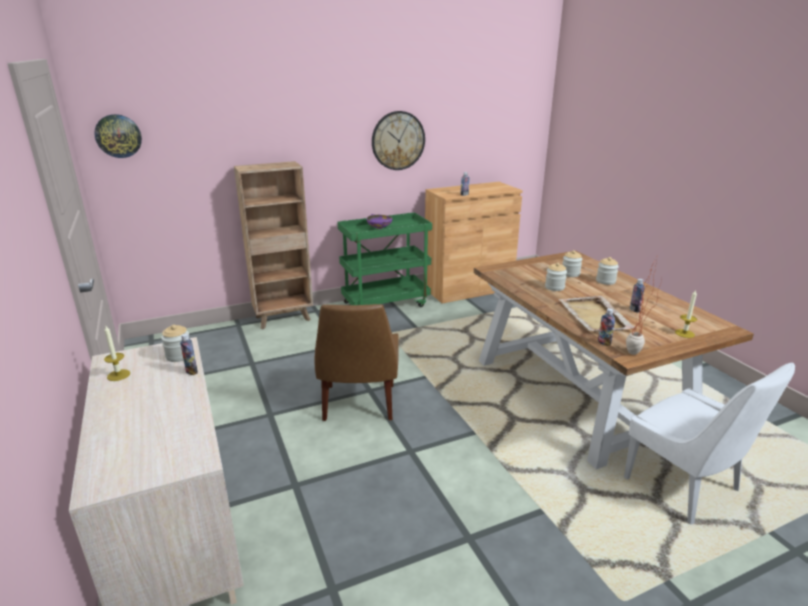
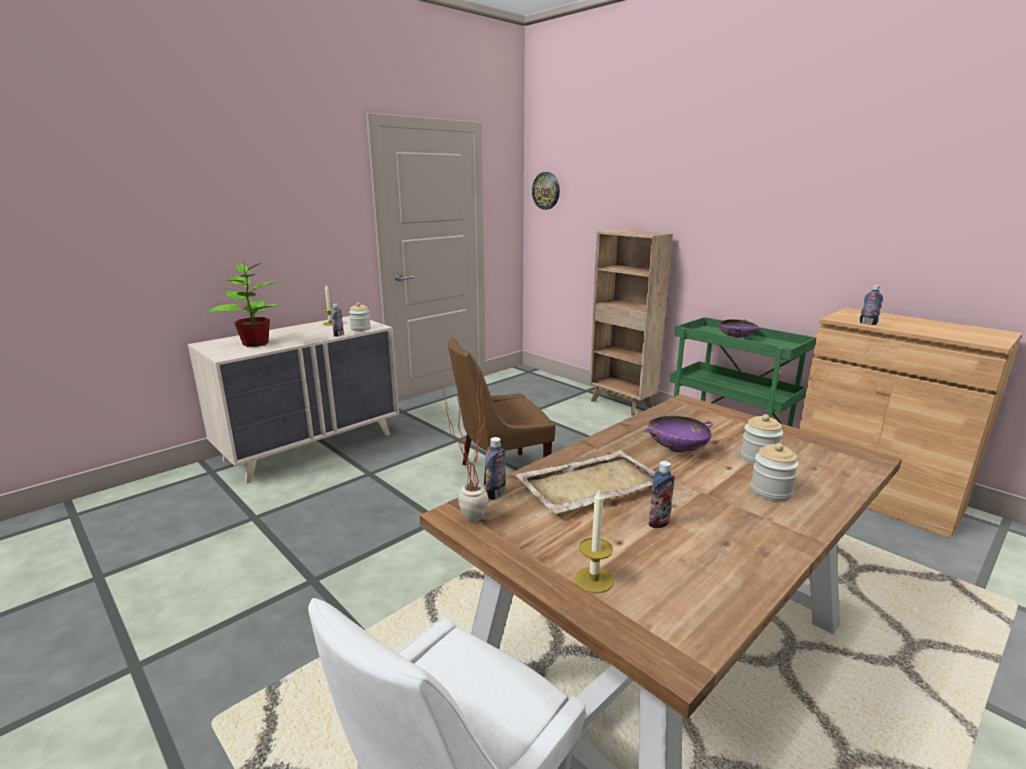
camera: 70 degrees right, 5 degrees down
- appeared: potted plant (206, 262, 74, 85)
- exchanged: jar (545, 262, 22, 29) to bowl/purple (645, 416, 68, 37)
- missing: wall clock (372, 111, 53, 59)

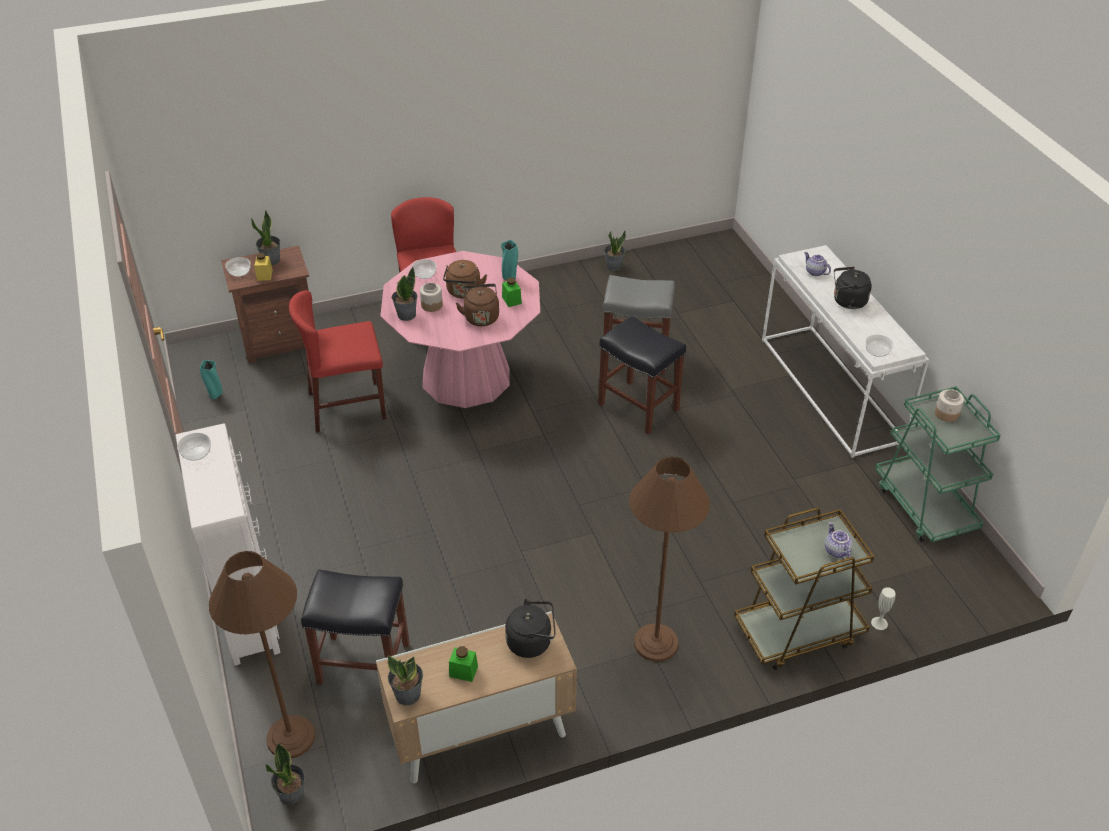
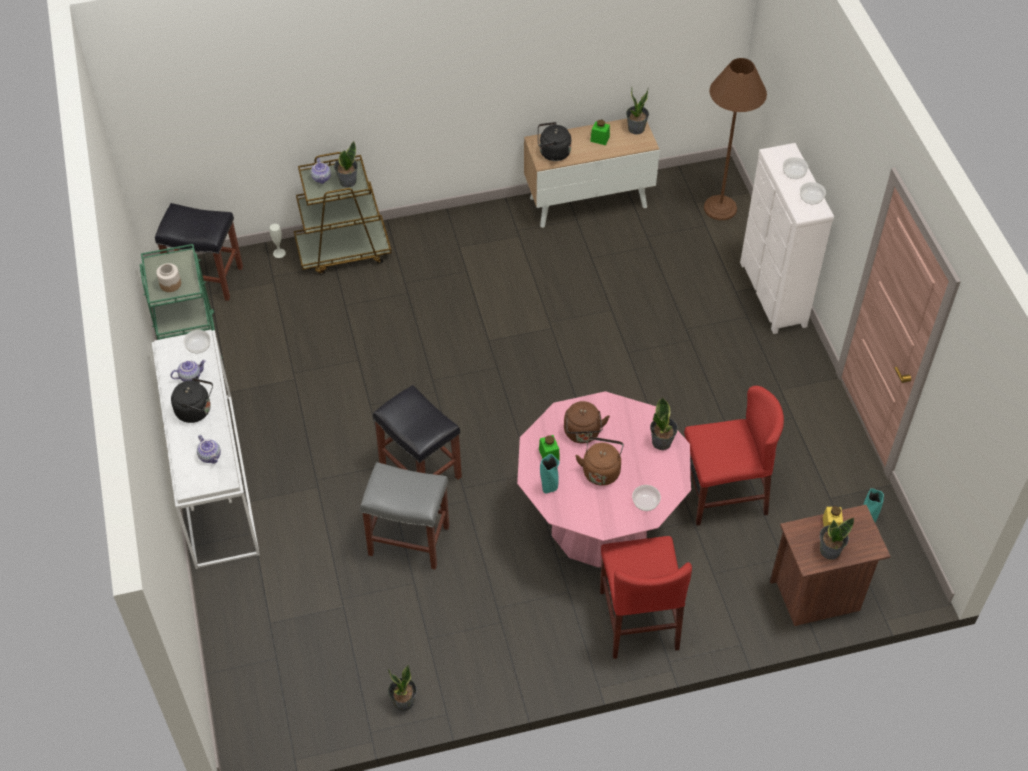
camera: 175 degrees left, 10 degrees up
- relocated: stool/black (301, 569, 109, 116) to (155, 203, 88, 98)
- appeared: teapot (170, 360, 36, 21)
- relocated: potted plant (266, 743, 39, 63) to (334, 141, 24, 47)
- relocated: bowl (225, 257, 26, 20) to (783, 157, 25, 22)
- missing: jar (420, 283, 23, 29)
- missing: floor lamp/brown (629, 457, 81, 205)

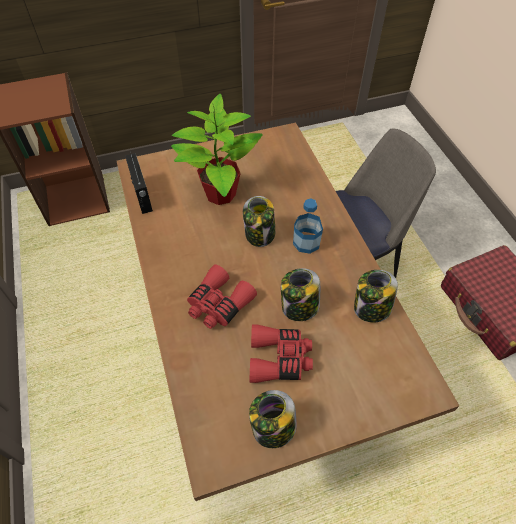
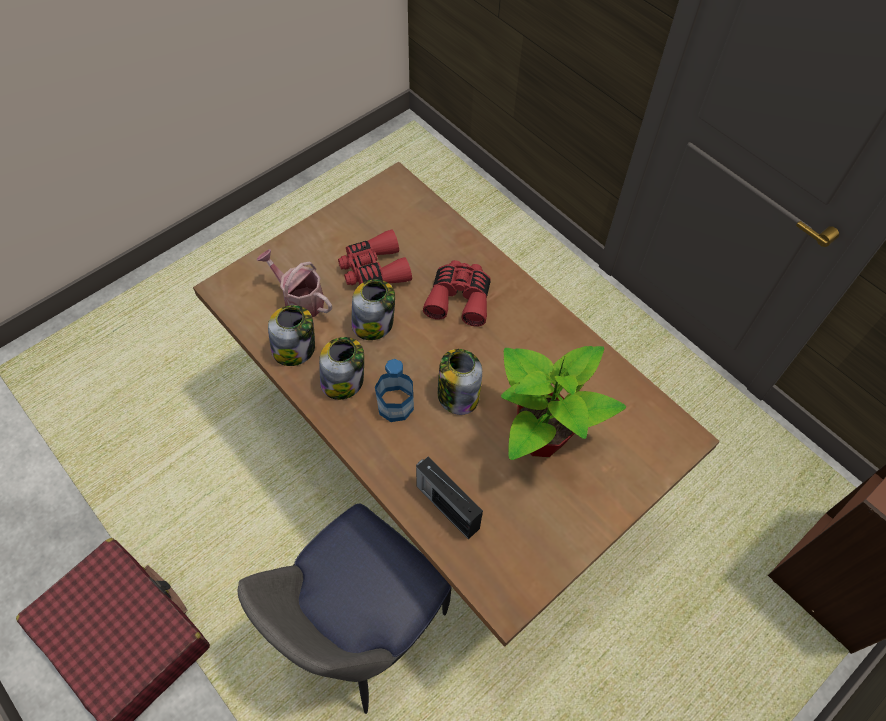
camera: 155 degrees right, 5 degrees up
- appeared: watering can (257, 249, 75, 68)
- relocated: jar (249, 390, 48, 58) to (319, 337, 45, 63)
- relocated: radio (125, 152, 28, 62) to (416, 457, 67, 82)

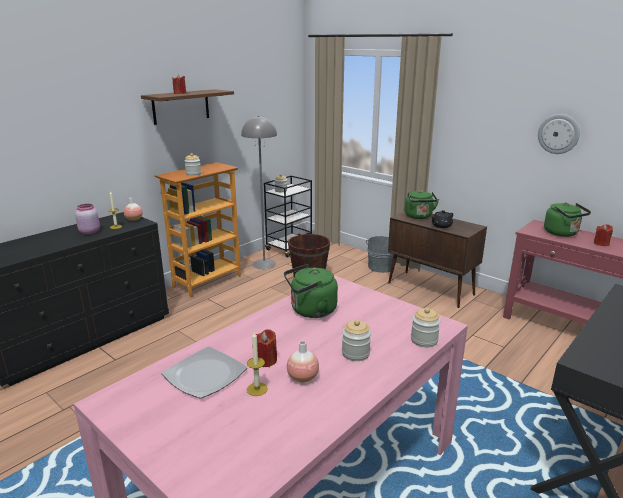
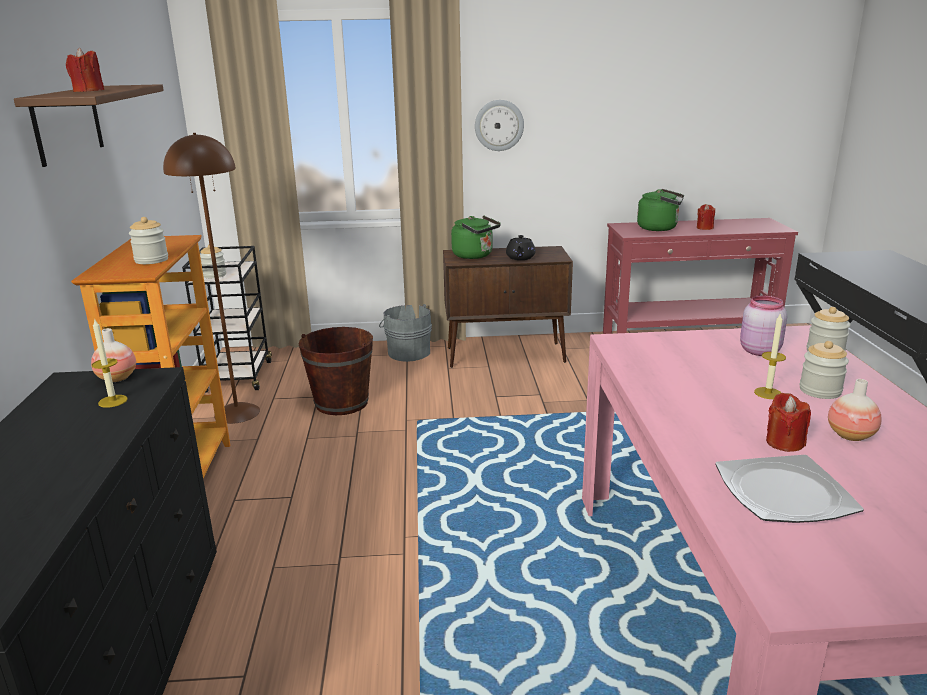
camera: 45 degrees left, 0 degrees up
- colour: floor lamp/grey (241, 116, 36, 153) to floor lamp/brown (163, 133, 97, 291)
- relocated: wall clock (538, 114, 42, 40) to (475, 100, 49, 51)
- relocated: jar/pink (75, 204, 25, 30) to (740, 296, 47, 60)
- relocated: candle (247, 332, 21, 64) to (754, 313, 32, 86)
- missing: kettle/green (284, 264, 54, 54)

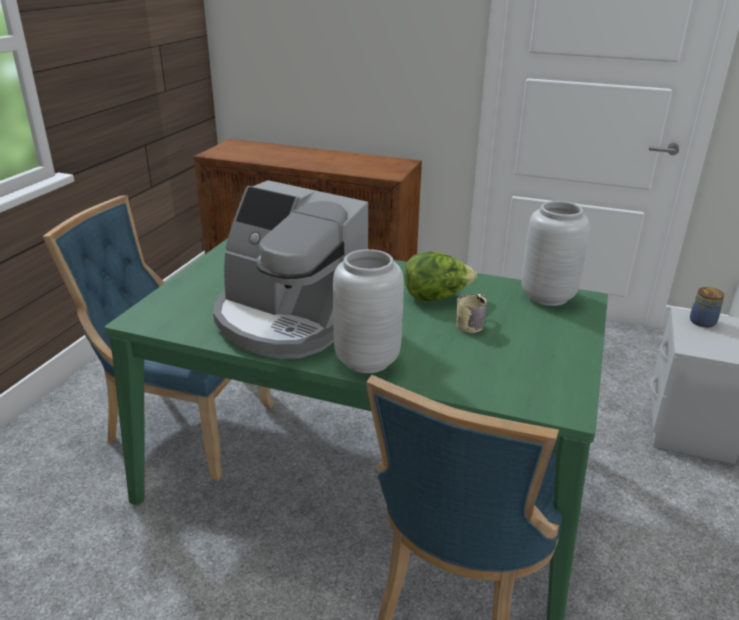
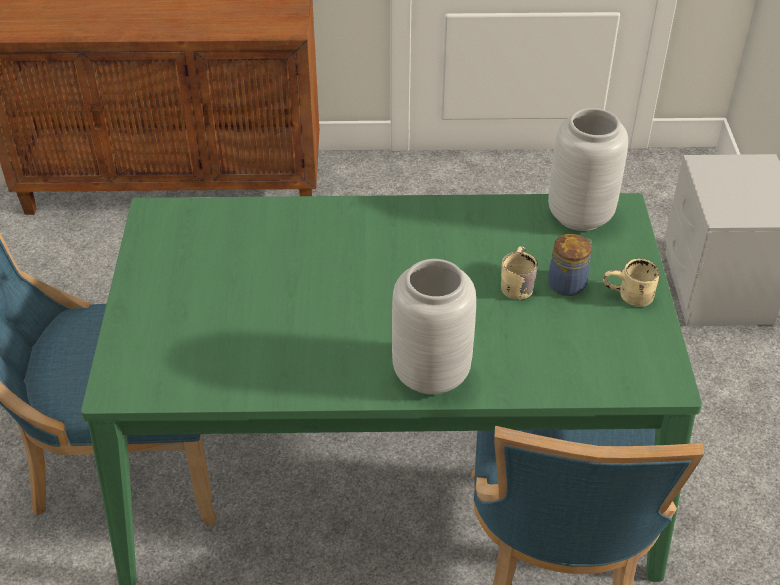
camera: 20 degrees left, 15 degrees up
- relocated: jar (690, 287, 35, 41) to (548, 234, 44, 62)
- appeared: mug/beige (603, 258, 56, 49)
- missing: coffee machine (213, 180, 155, 179)
- missing: lettuce (405, 252, 72, 49)

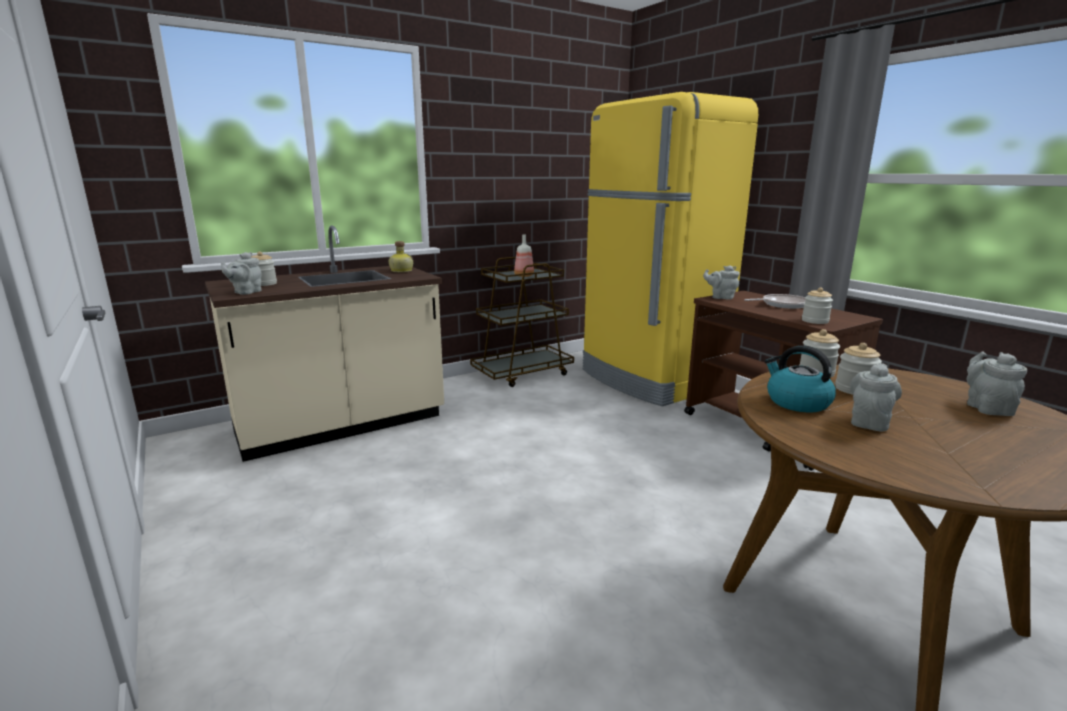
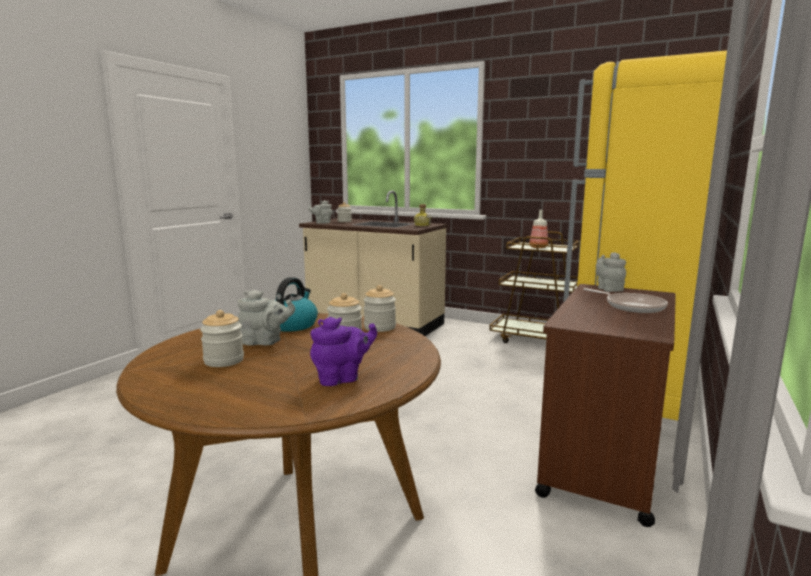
camera: 60 degrees right, 5 degrees down
- relocated: jar (802, 287, 31, 37) to (200, 310, 44, 57)
- colour: teapot/grey (966, 351, 61, 65) to teapot/purple (310, 317, 67, 69)

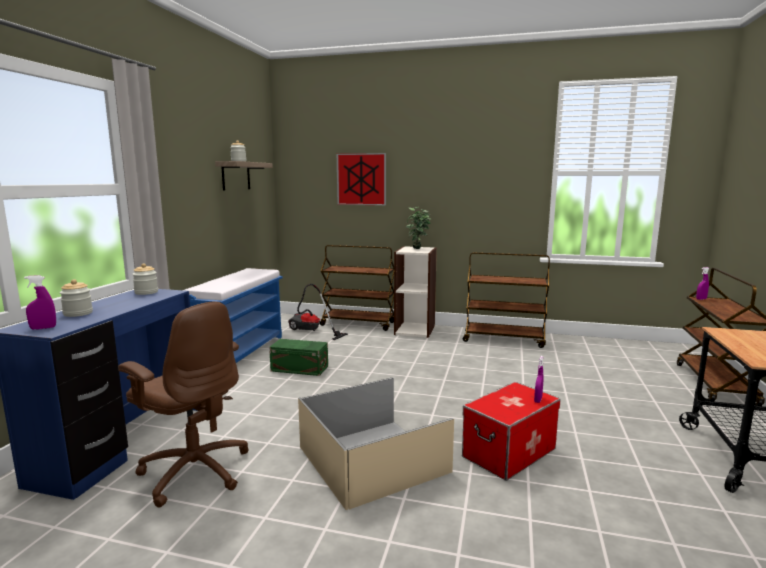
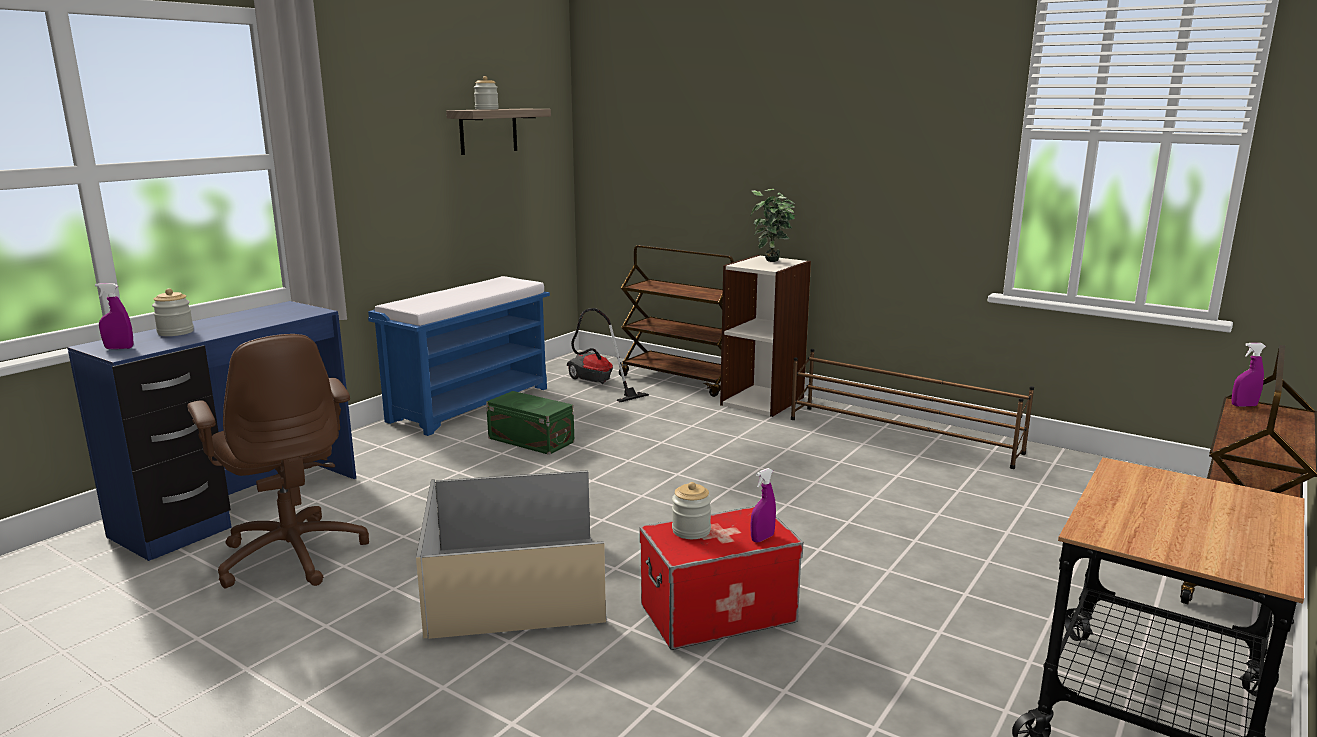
camera: 20 degrees right, 5 degrees up
- relocated: jar (132, 263, 26, 32) to (672, 482, 40, 57)
- exchanged: cart/brown (463, 252, 87, 96) to shoe rack/brown (791, 349, 243, 120)
- missing: picture (337, 153, 49, 52)

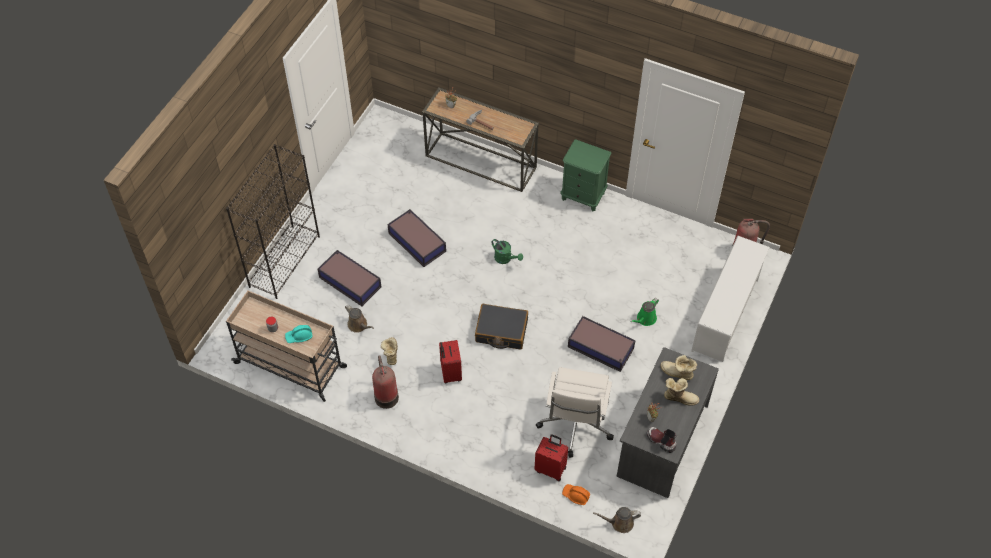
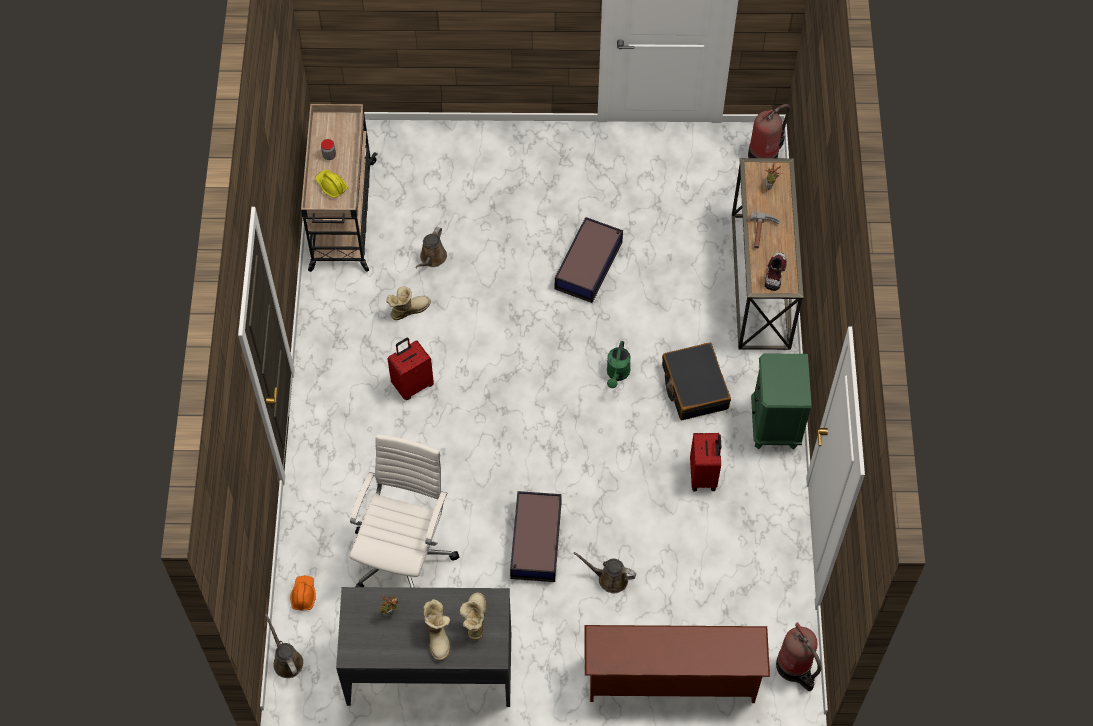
camera: 65 degrees right, 5 degrees up
- colour: hard hat/turquoise (285, 325, 27, 18) to hard hat/yellow (315, 170, 33, 28)
- spun: office chair/white (536, 367, 78, 91) = (350, 434, 109, 154) 120 degrees clockwise
- colour: watering can/green (631, 298, 28, 28) to watering can/brown (573, 552, 63, 41)
- colour: shoe rack/white (691, 236, 79, 126) to shoe rack/brown (585, 625, 185, 78)
- relocated: suitcase/black (475, 304, 53, 45) to (662, 343, 69, 77)
- relocated: suitcase/red (534, 434, 34, 47) to (690, 433, 32, 58)
- relocated: fire extinguisher (372, 355, 27, 54) to (748, 104, 42, 54)
- relocated: boot (647, 427, 30, 26) to (765, 252, 21, 39)
- missing: bookcase/black (226, 144, 94, 155)
- missing: storage box (318, 250, 63, 56)

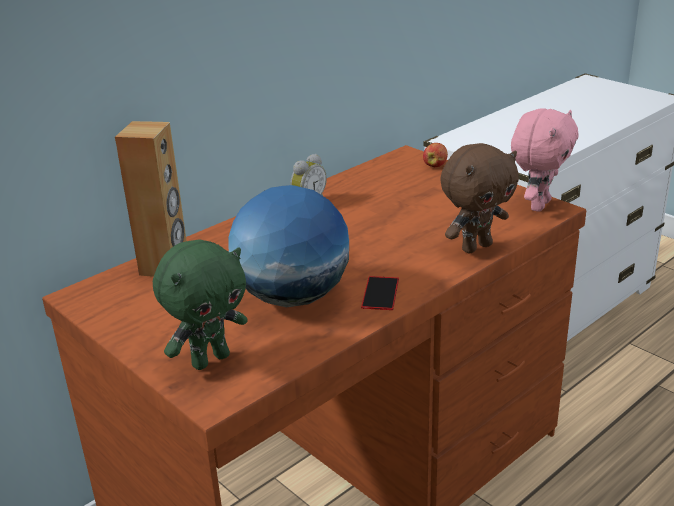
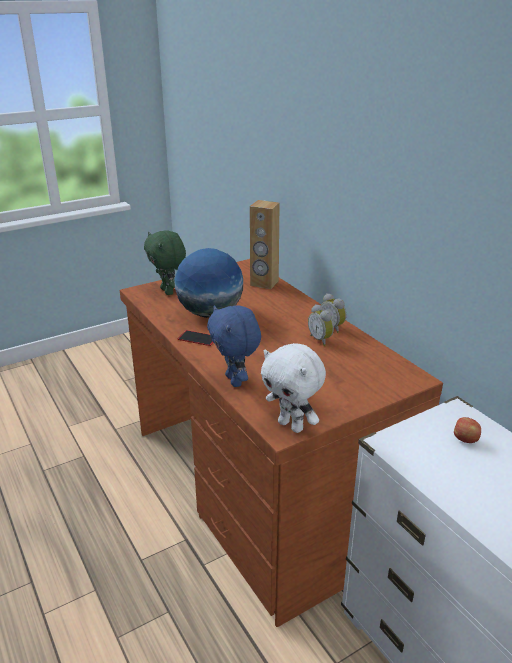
camera: 100 degrees right, 0 degrees up
- colour: plush toy/brown (440, 143, 79, 110) to plush toy/blue (207, 305, 54, 82)
- colour: plush toy/pink (511, 108, 68, 104) to plush toy/white (261, 343, 65, 90)
- appeared: alarm clock (308, 304, 26, 42)
- relocated: apple (423, 143, 25, 24) to (454, 417, 27, 26)

